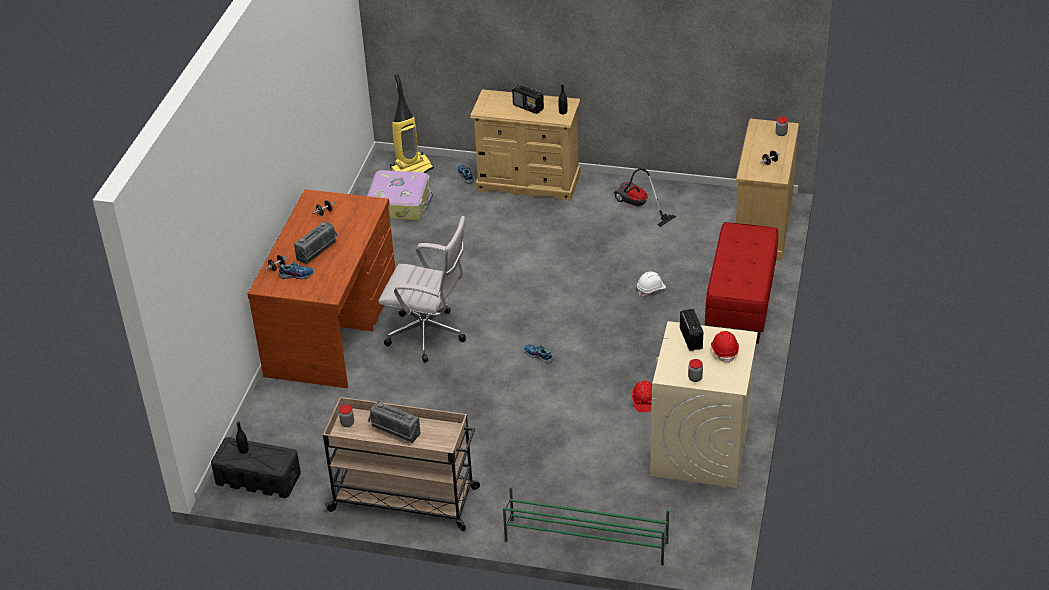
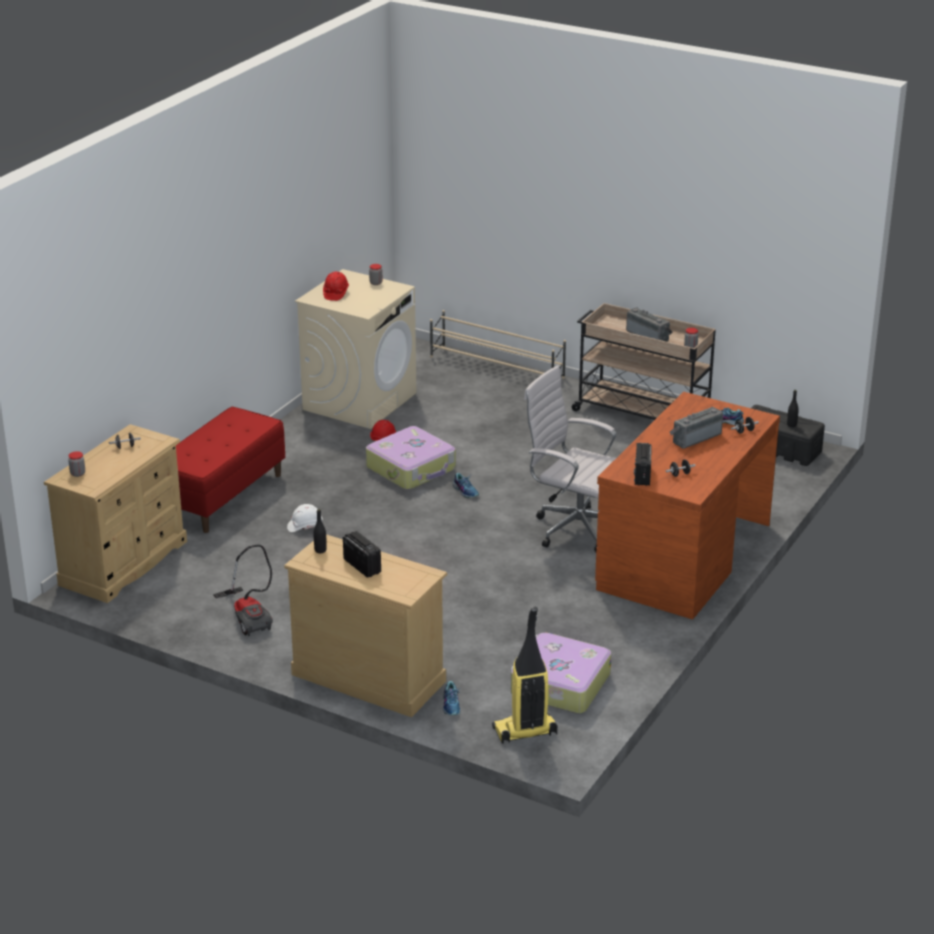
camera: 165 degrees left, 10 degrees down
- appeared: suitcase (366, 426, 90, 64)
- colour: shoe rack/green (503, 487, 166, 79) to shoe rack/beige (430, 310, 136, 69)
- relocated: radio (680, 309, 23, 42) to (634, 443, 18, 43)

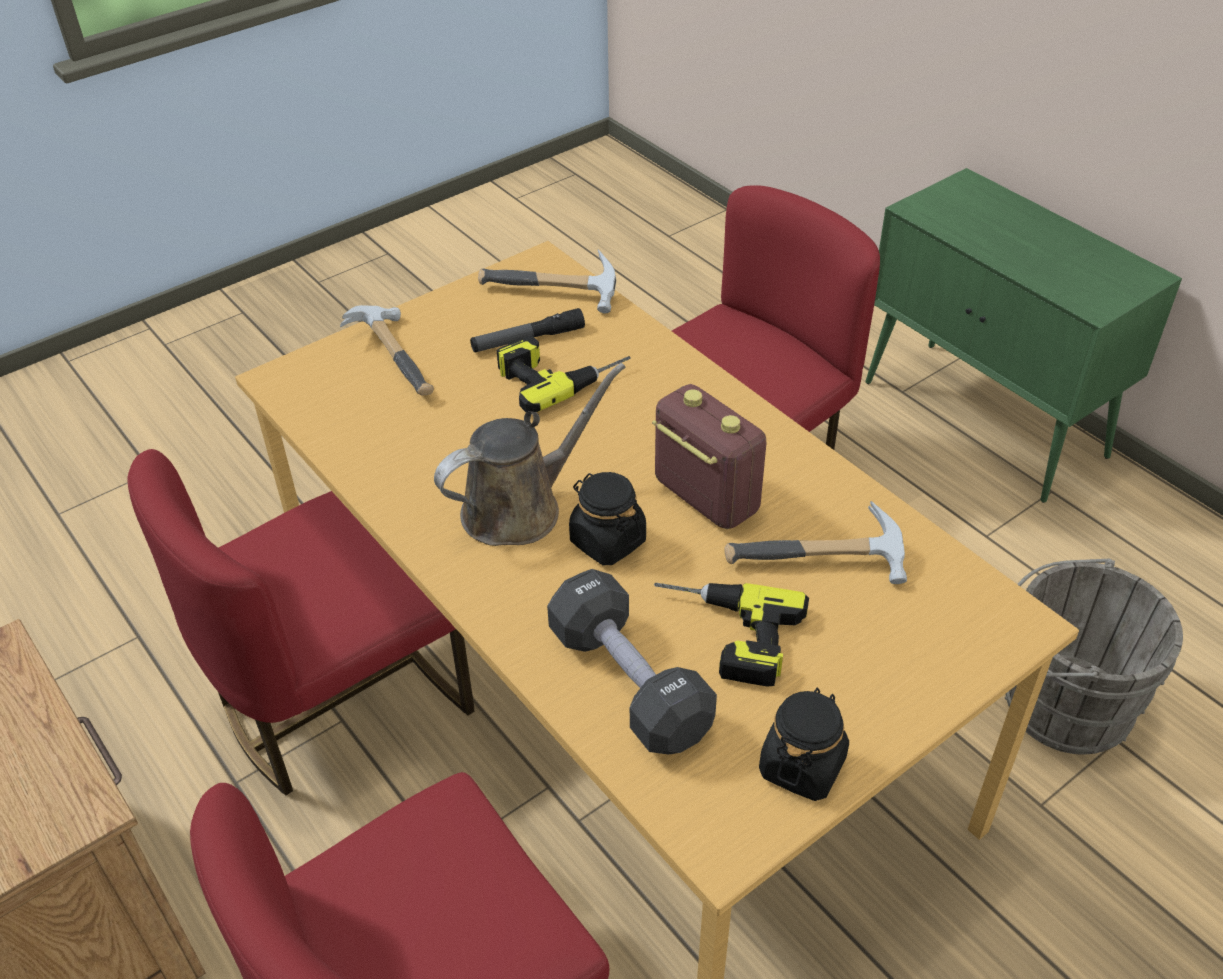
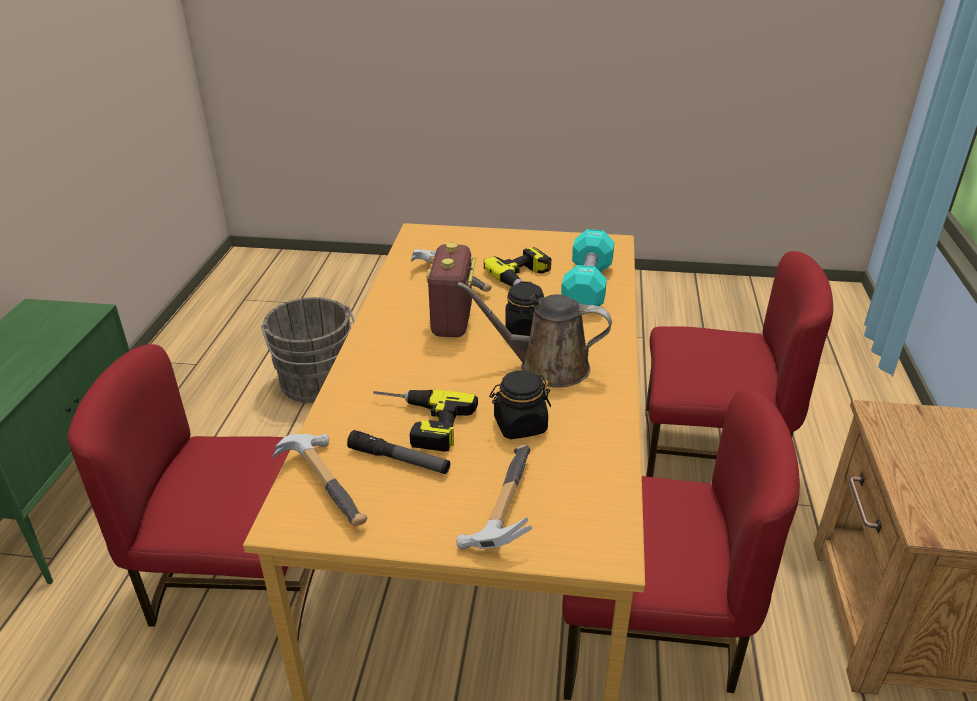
camera: 135 degrees left, 10 degrees down
- relocated: jar/black (759, 688, 90, 113) to (489, 371, 62, 68)
- colour: dumbbell/black (547, 569, 170, 186) to dumbbell/turquoise (561, 229, 53, 77)

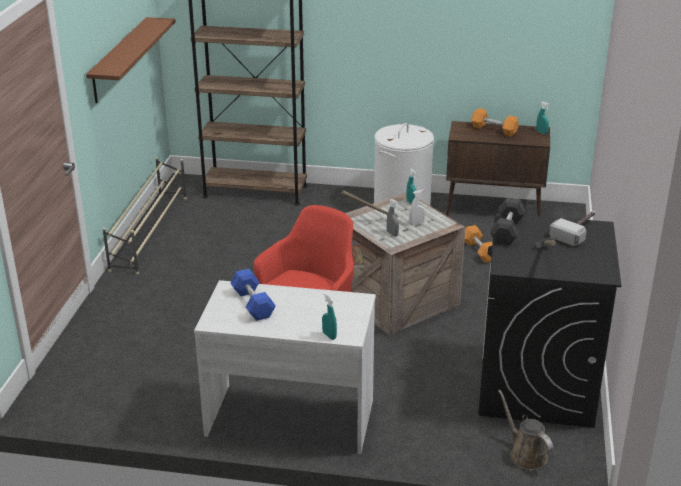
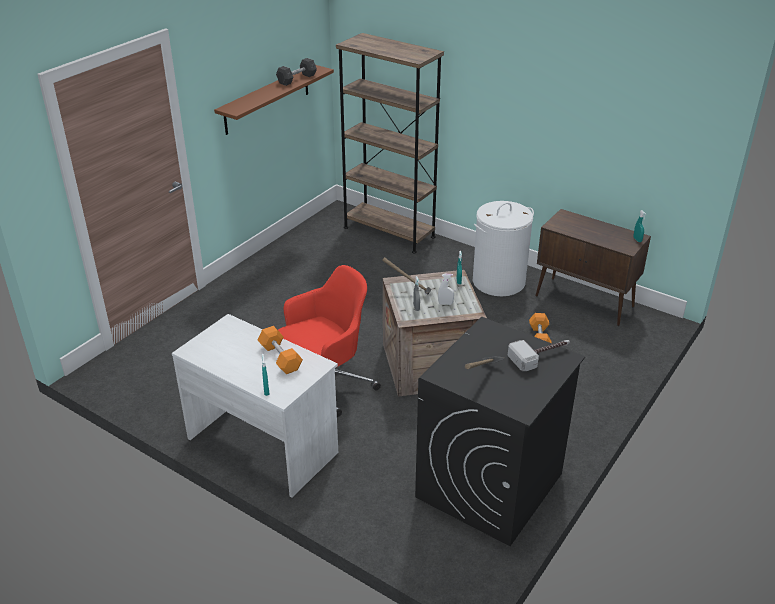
camera: 25 degrees right, 5 degrees up
- relocated: dumbbell/orange (471, 108, 48, 28) to (258, 326, 45, 48)
- relocated: dumbbell/grey (490, 197, 36, 48) to (276, 58, 41, 28)
- missing: shoe rack/beige (102, 157, 85, 117)
- missing: dumbbell/blue (231, 269, 44, 52)
- missing: watering can/brown (498, 390, 55, 80)

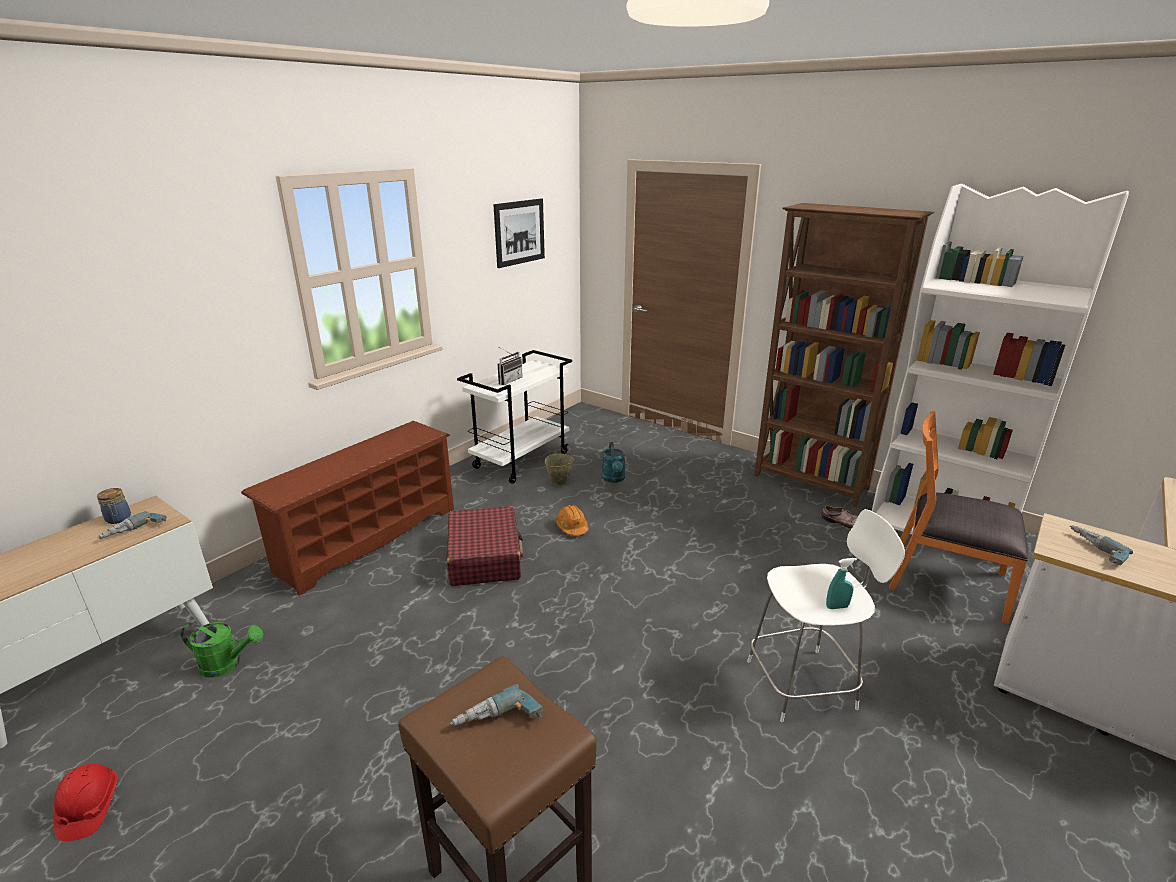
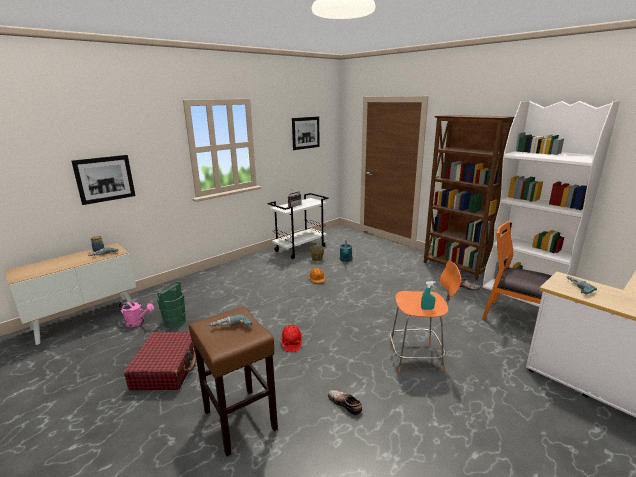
camera: 10 degrees right, 5 degrees down
- appeared: picture (72, 155, 63, 50)
- colour: watering can/green (181, 622, 82, 56) to watering can/pink (119, 300, 35, 27)
- relocated: suitcase/red (446, 506, 77, 80) to (124, 332, 72, 58)
- appeared: bucket/green (157, 281, 29, 47)
- relocated: hard hat/red (53, 764, 65, 78) to (281, 325, 21, 27)
- appeared: shoe (328, 390, 34, 25)
- colour: stool/white (747, 509, 158, 213) to stool/orange (390, 261, 71, 111)
- missing: shoe rack/brown (241, 421, 213, 175)

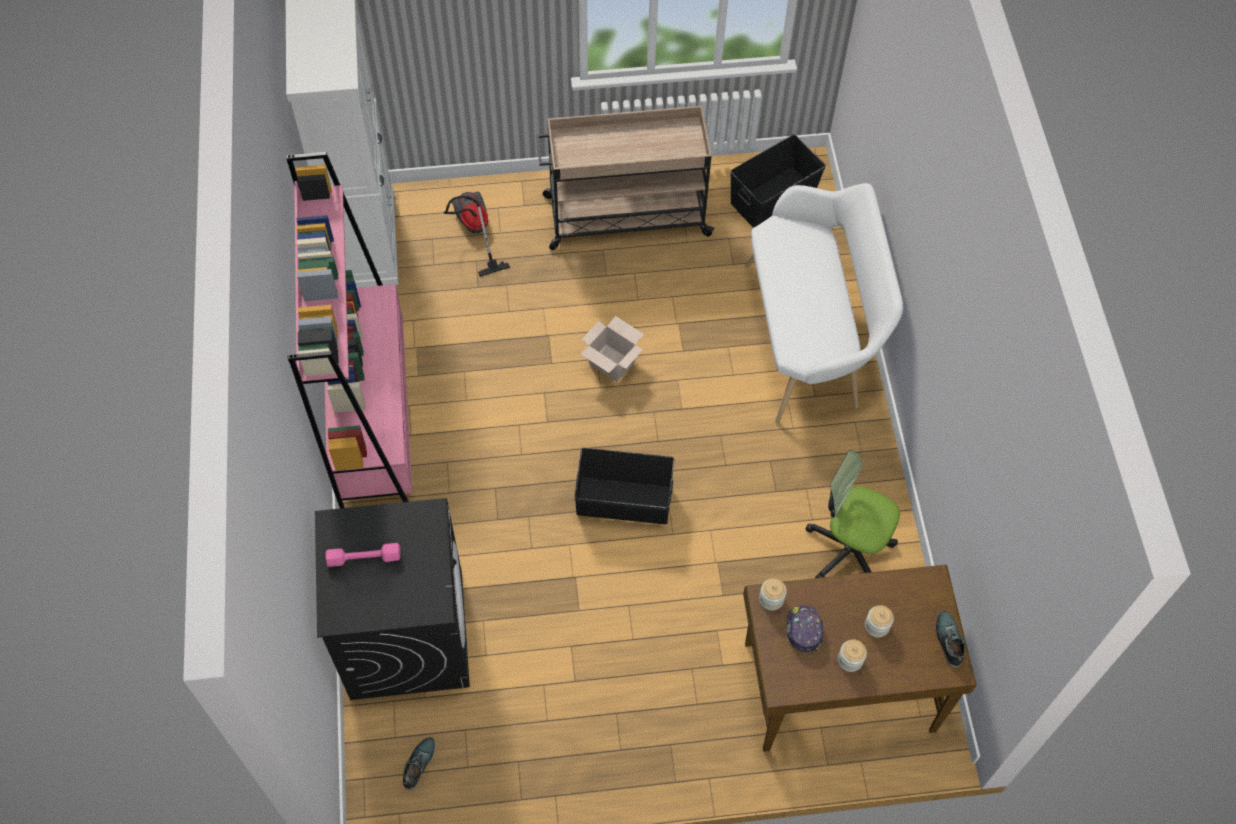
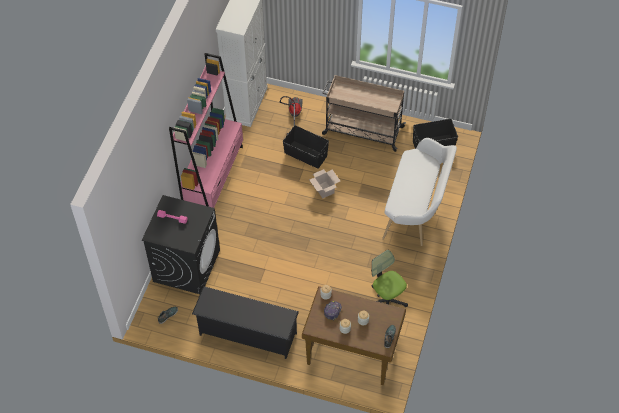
camera: 25 degrees right, 5 degrees down
- appeared: shoe rack/black (192, 286, 107, 73)
- relocated: storage box/black (574, 448, 100, 76) to (283, 125, 46, 44)

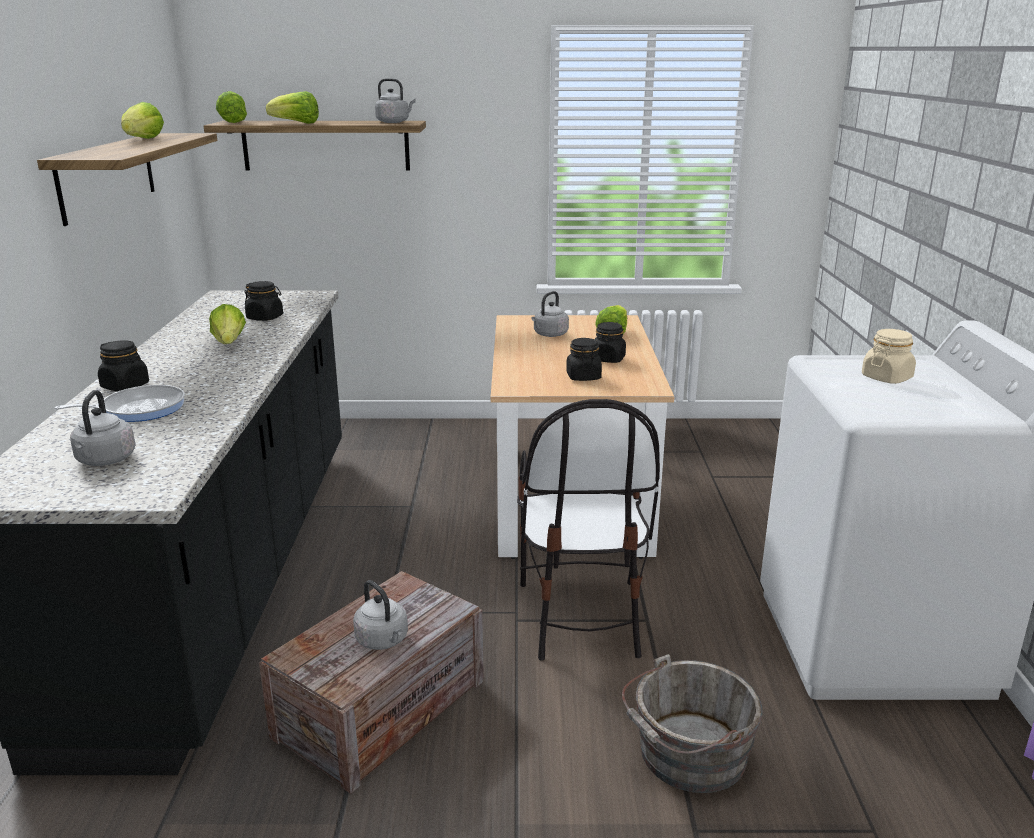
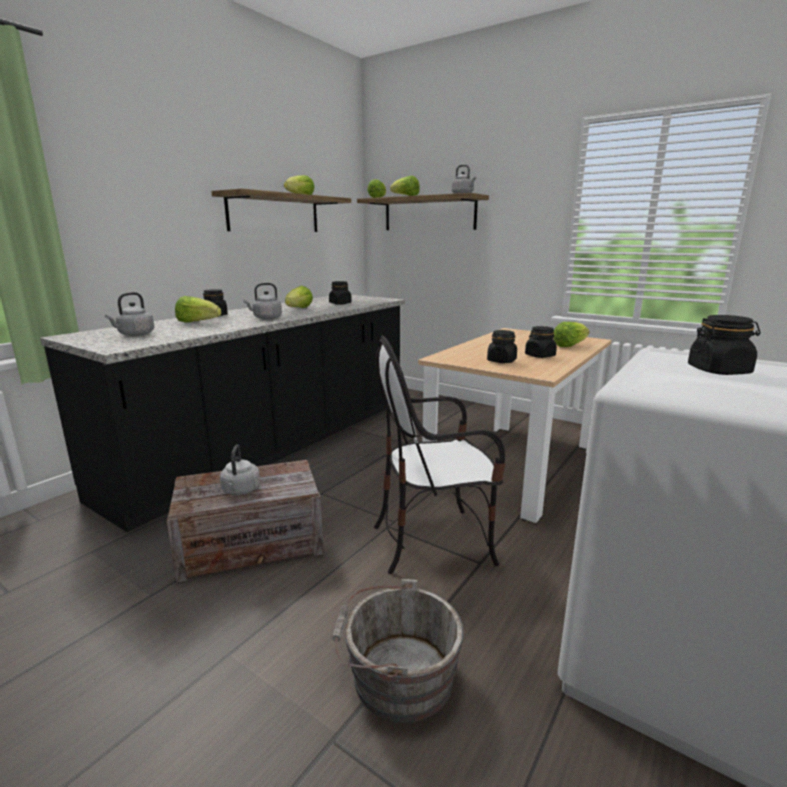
camera: 35 degrees right, 5 degrees down
- exchanged: frying pan (55, 385, 130, 37) to lettuce (175, 296, 46, 27)
- relocated: kettle/grey (532, 291, 37, 46) to (244, 283, 38, 37)
- spun: chair (517, 399, 143, 262) = (374, 336, 131, 238) 45 degrees clockwise
- colour: jar/beige (862, 329, 54, 55) to jar/black (688, 315, 73, 60)

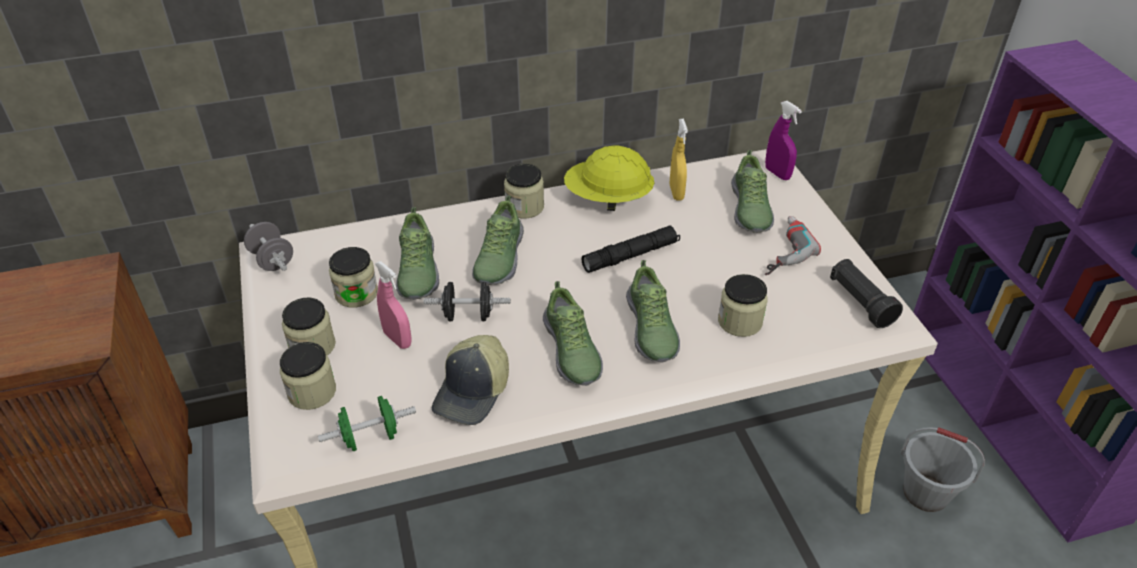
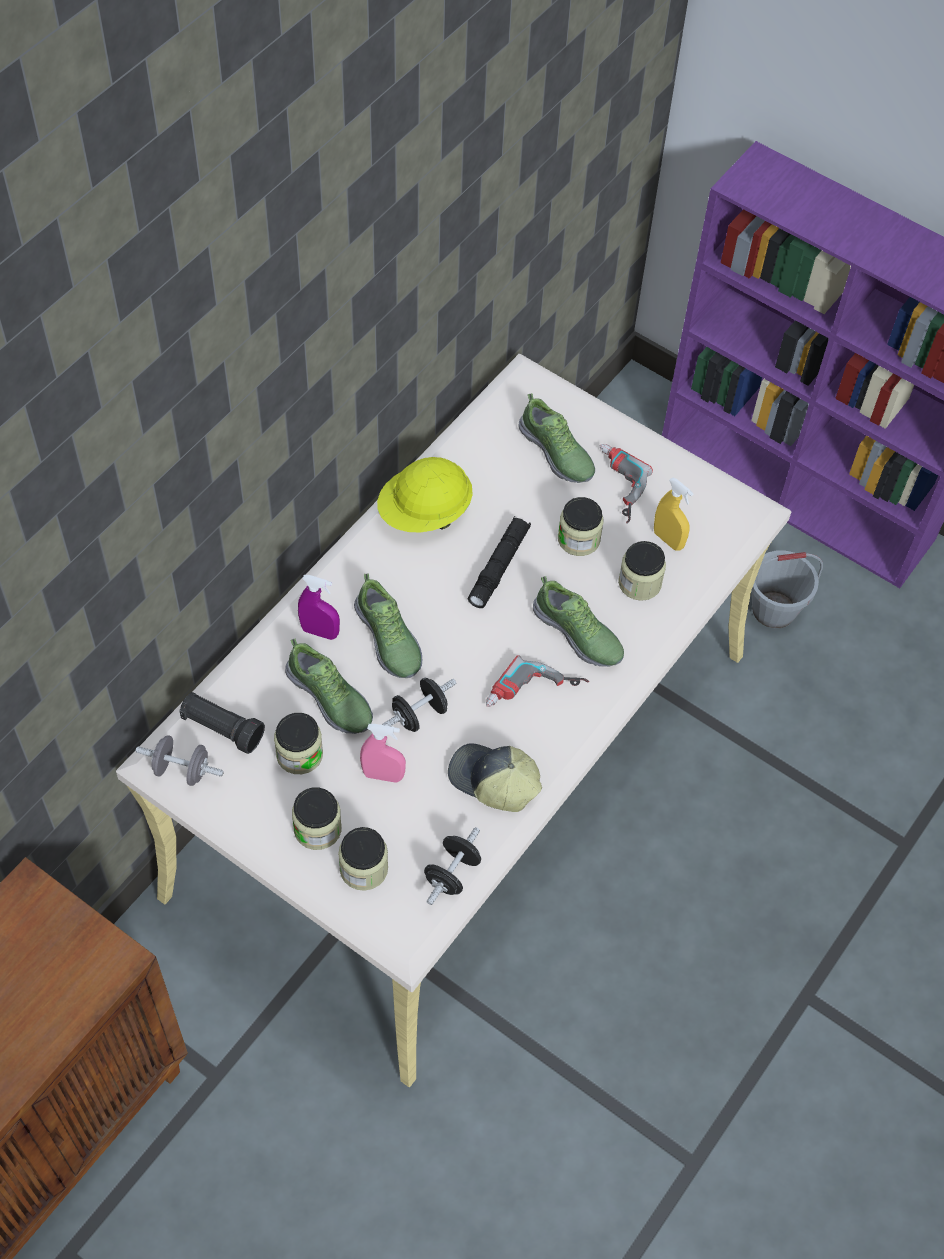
camera: 40 degrees left, 15 degrees up
- relocated: flashlight/black (830, 259, 73, 69) to (179, 692, 86, 62)
- relocated: spray bottle/purple (765, 101, 37, 79) to (298, 575, 42, 65)
- colour: dumbbell/green (318, 396, 98, 55) to dumbbell/black (424, 827, 57, 78)
- spun: cap (432, 335, 77, 90) = (448, 743, 94, 69) 135 degrees clockwise
- exchanged: shoe (543, 281, 60, 105) to power drill (486, 655, 103, 52)
- relocated: jar (504, 164, 40, 55) to (558, 497, 46, 59)
- relocated: spray bottle/yellow (669, 119, 19, 82) to (654, 477, 40, 74)

